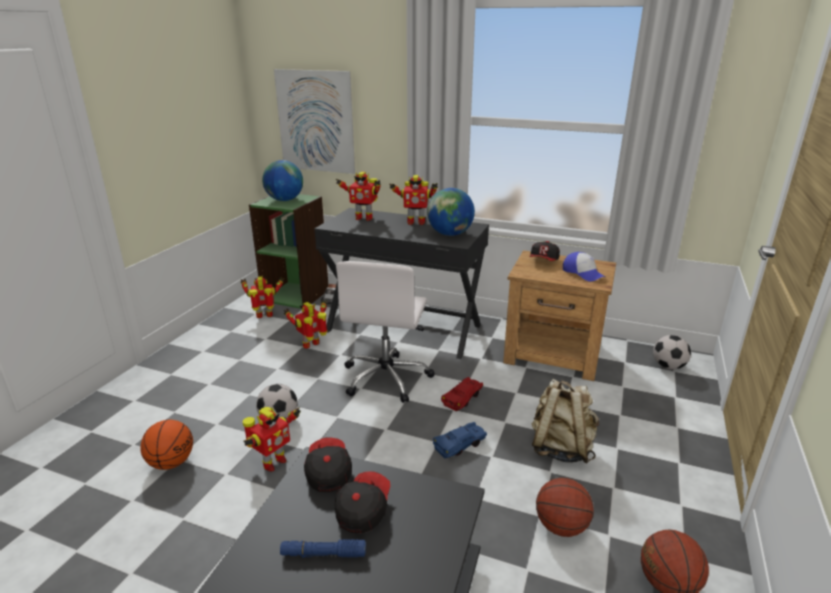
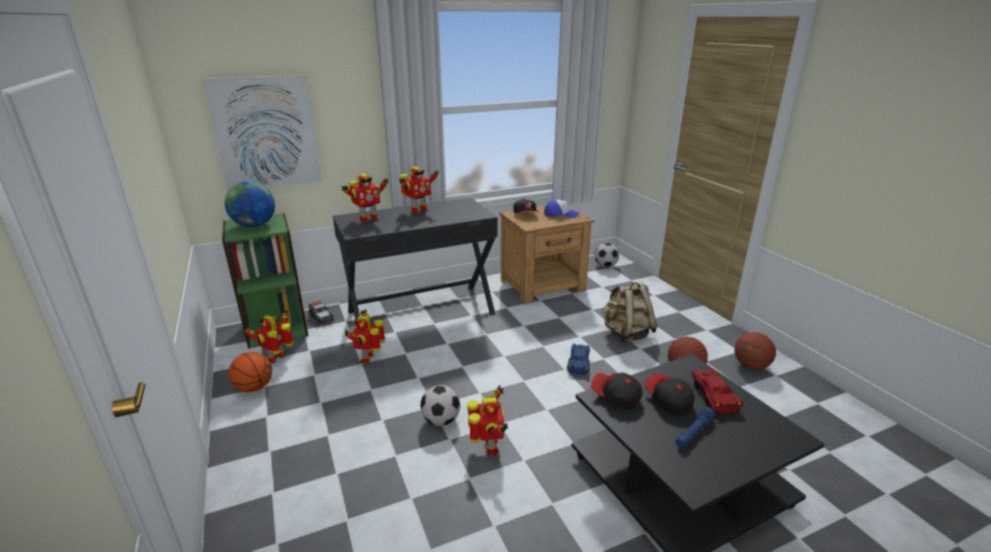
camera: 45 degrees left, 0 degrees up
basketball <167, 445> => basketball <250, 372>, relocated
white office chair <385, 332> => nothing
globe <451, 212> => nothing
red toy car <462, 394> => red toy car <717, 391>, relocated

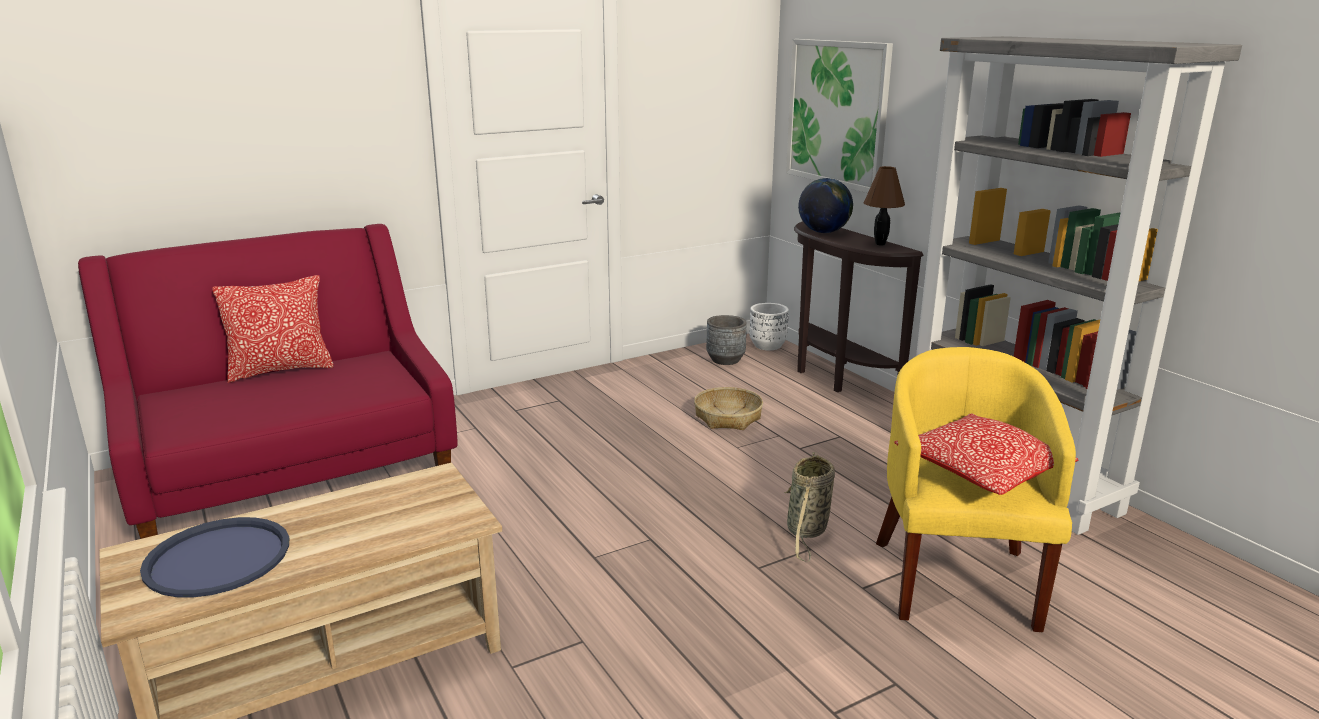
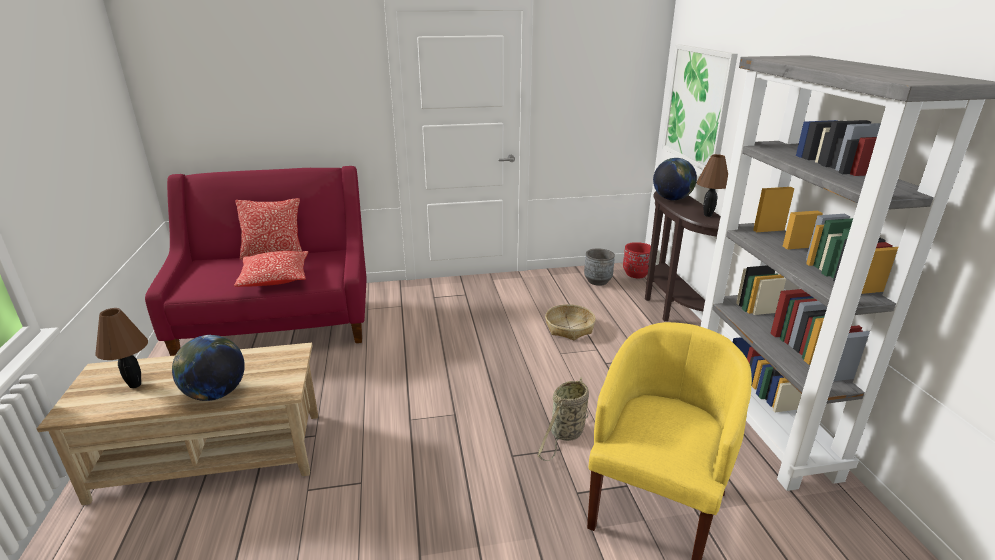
camera: 20 degrees right, 5 degrees up
blue tray <214, 557> => brown table lamp <121, 348>
white planter <769, 326> => red planter <637, 260>
pillow <986, 454> => pillow <271, 269>, relocated
nothing => globe <208, 368>

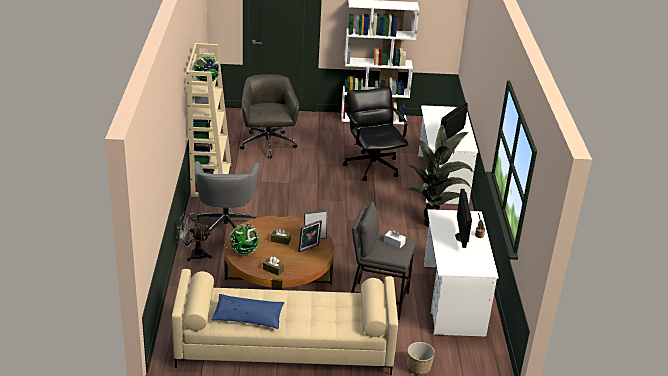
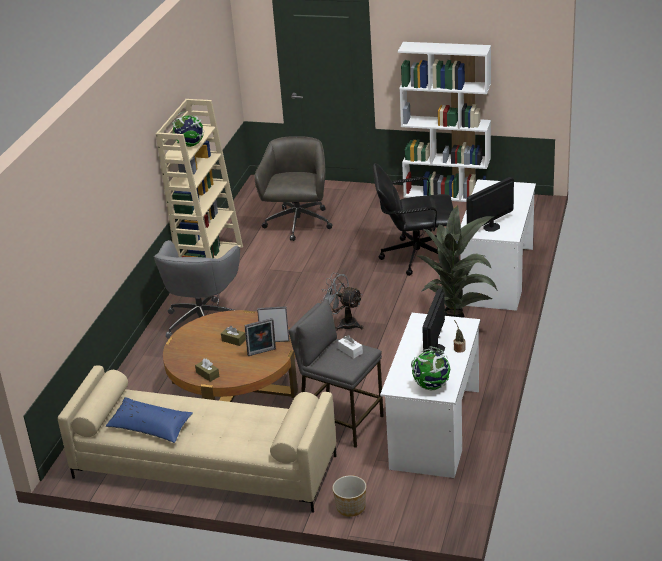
camera: 20 degrees right, 0 degrees up
grey fan <194, 236> => grey fan <341, 302>, relocated
globe <244, 239> => globe <430, 368>, relocated
black office chair <375, 134> => black office chair <413, 219>, 90 degrees counterclockwise

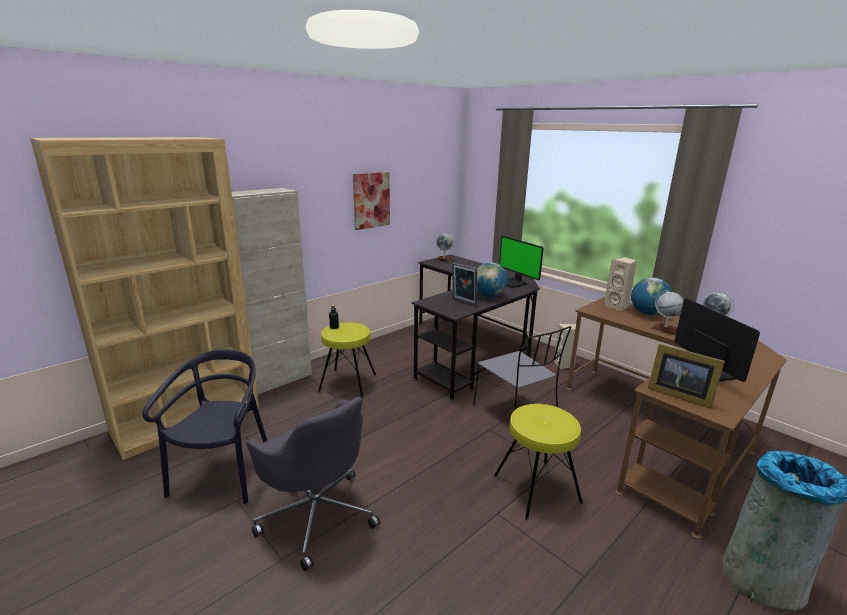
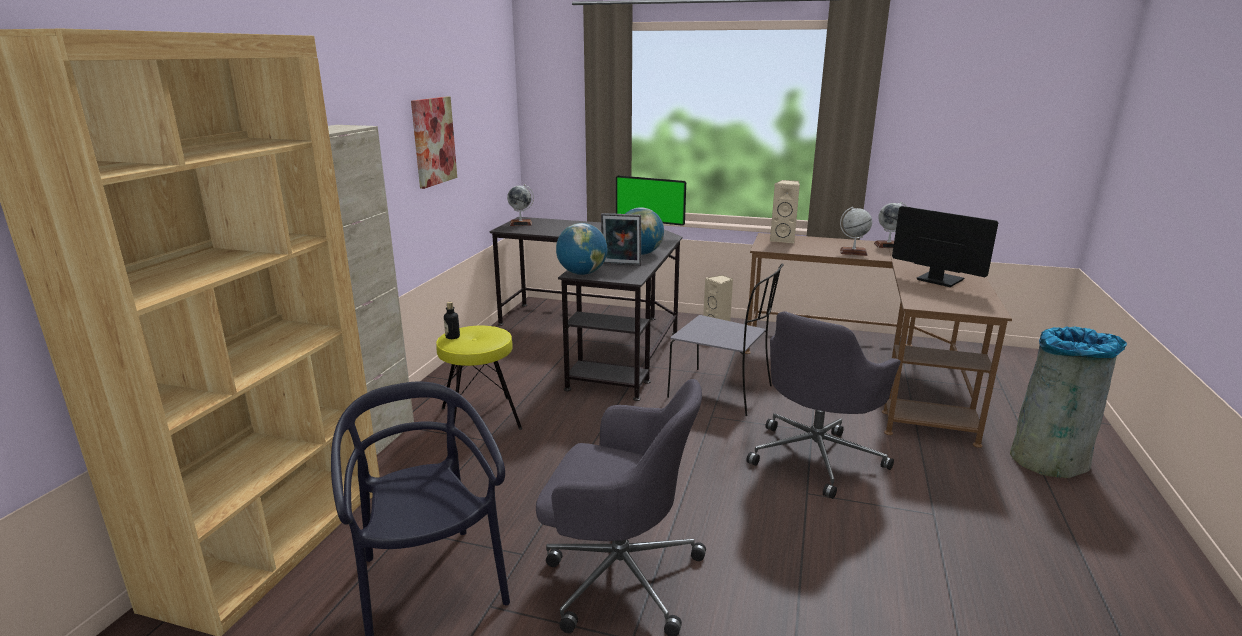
camera: 30 degrees left, 0 degrees up
yellow stool <538, 462> => grey office chair <823, 405>
globe <652, 296> => globe <582, 249>, relocated
picture frame <686, 376> => nothing

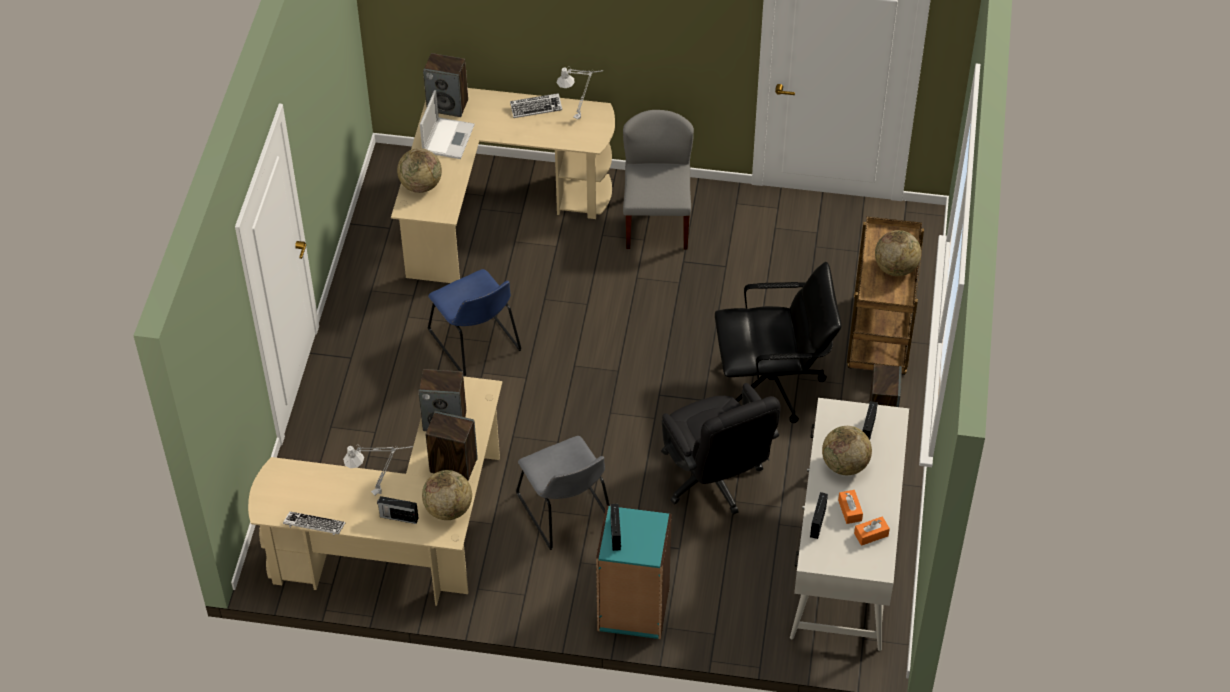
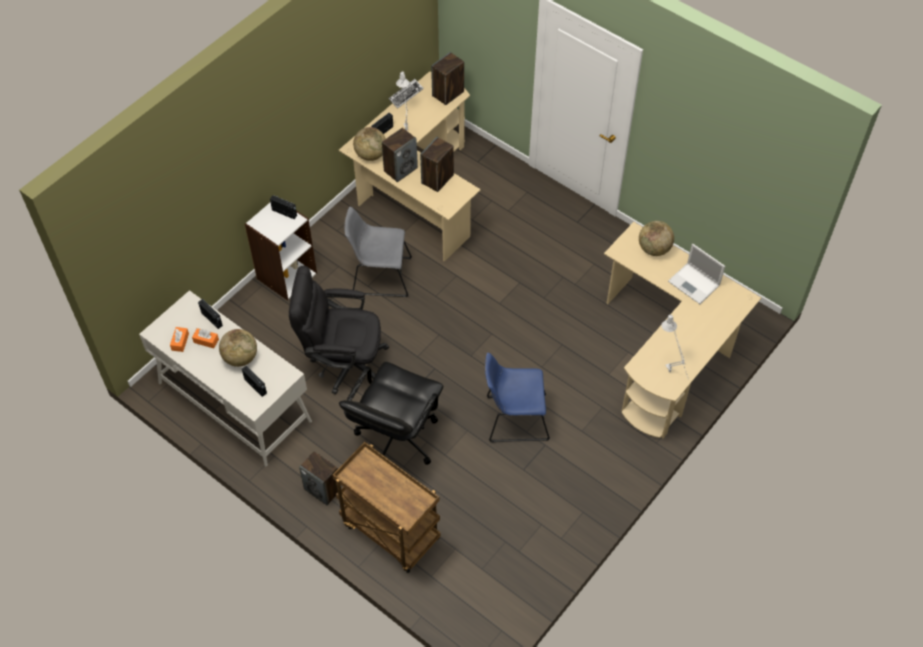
camera: 120 degrees right, 5 degrees up
speaker <445, 85> => speaker <447, 78>, relocated
blue chair <475, 323> => blue chair <517, 397>, relocated
keyboard <536, 105> => nothing
turquoise bookcase <634, 572> => white bookcase <281, 251>
grey chair <658, 180> => nothing
globe <898, 253> => nothing

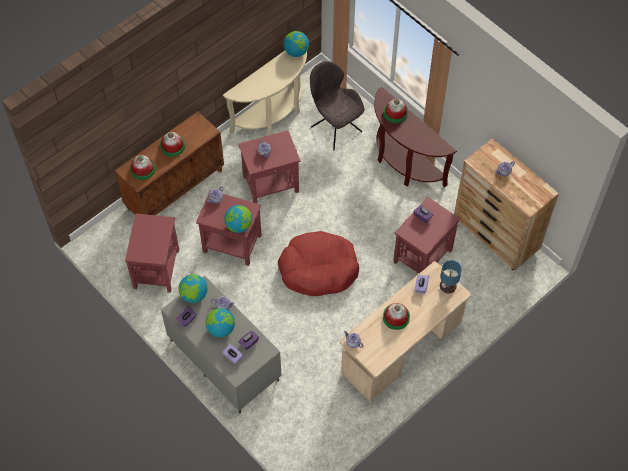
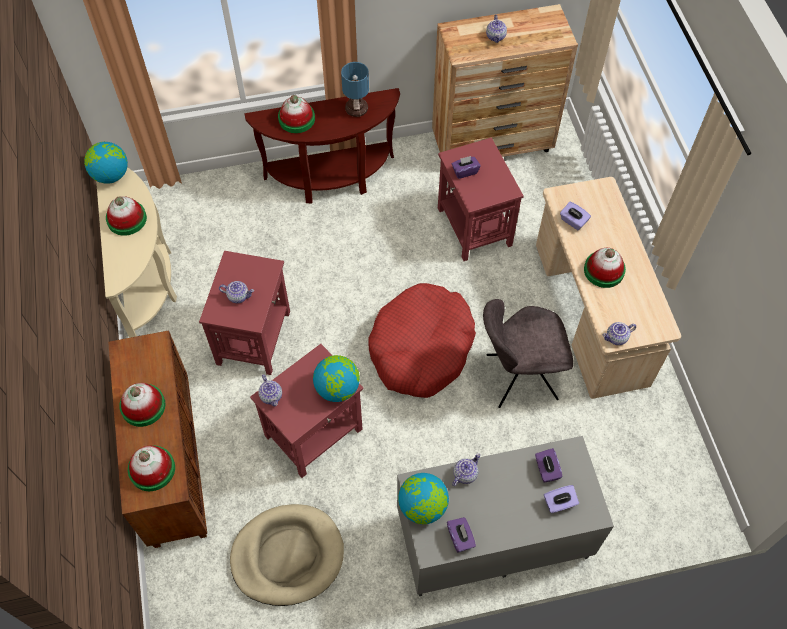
camera: 60 degrees left, 0 degrees up
red side table <152, 253> => beige dog bed <287, 555>
globe <220, 322> => nothing
grey chair <337, 106> => grey chair <528, 353>, relocated
table lamp <451, 277> => table lamp <355, 89>, relocated
nothing => hat <126, 216>

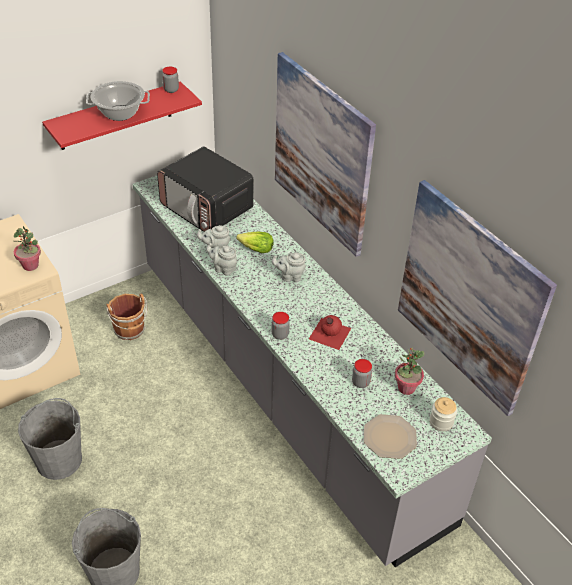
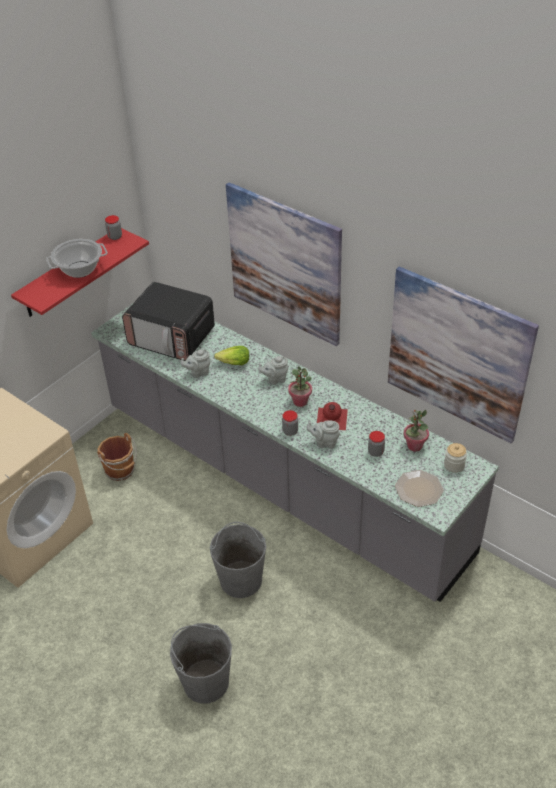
camera: 15 degrees left, 0 degrees up
potted plant <27, 248> => potted plant <300, 386>, relocated
grey bucket <50, 439> => grey bucket <238, 560>, relocated
grey teapot <221, 259> => grey teapot <323, 434>, relocated

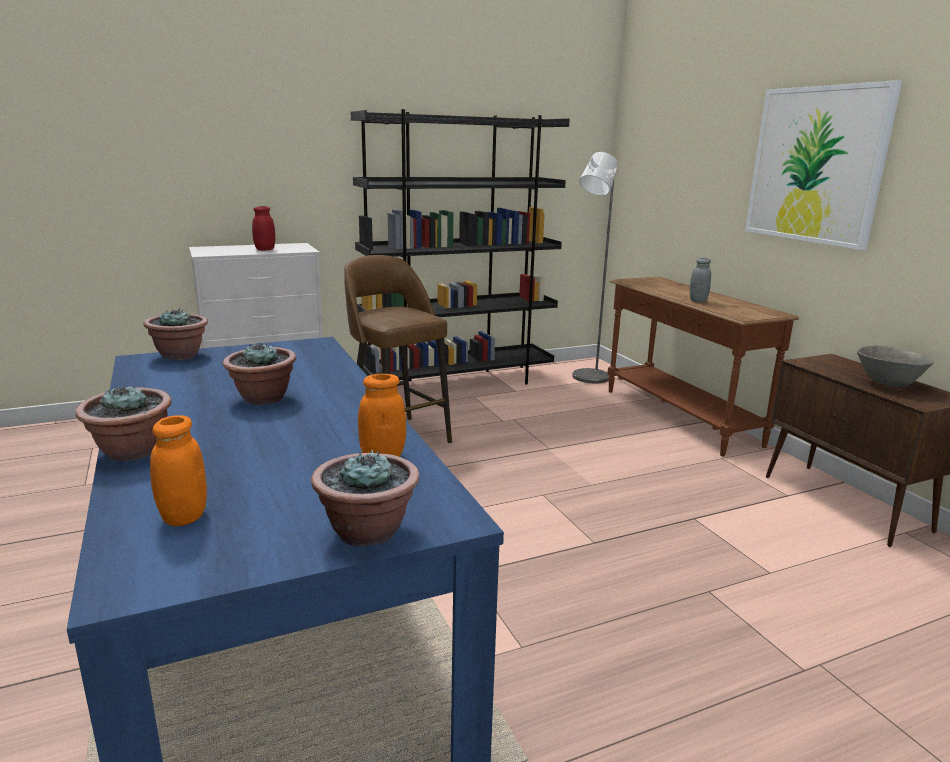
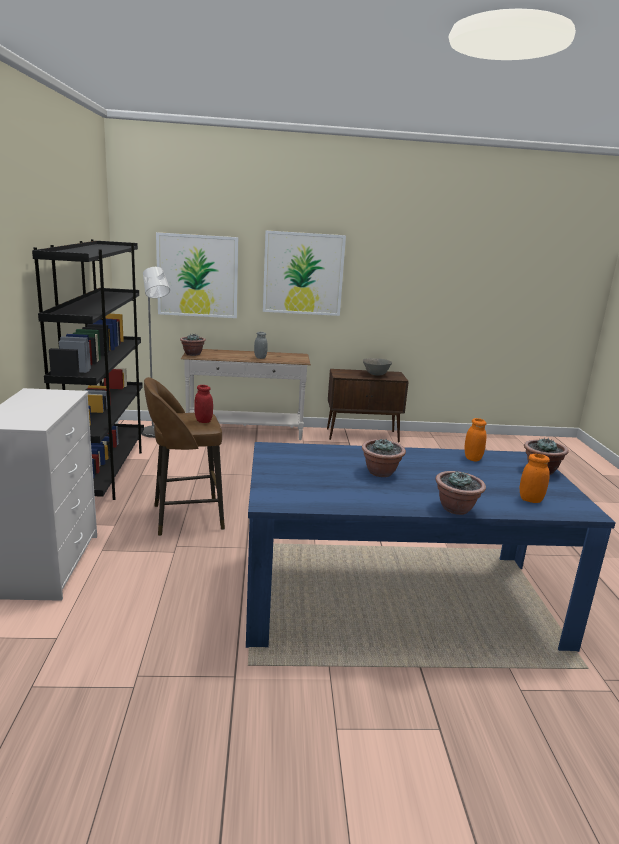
camera: 70 degrees left, 0 degrees up
potted plant <175, 334> => potted plant <193, 345>, relocated
red jar <263, 228> => red jar <203, 404>, relocated
brown console table <703, 367> => white console table <246, 394>
nothing => picture <197, 275>

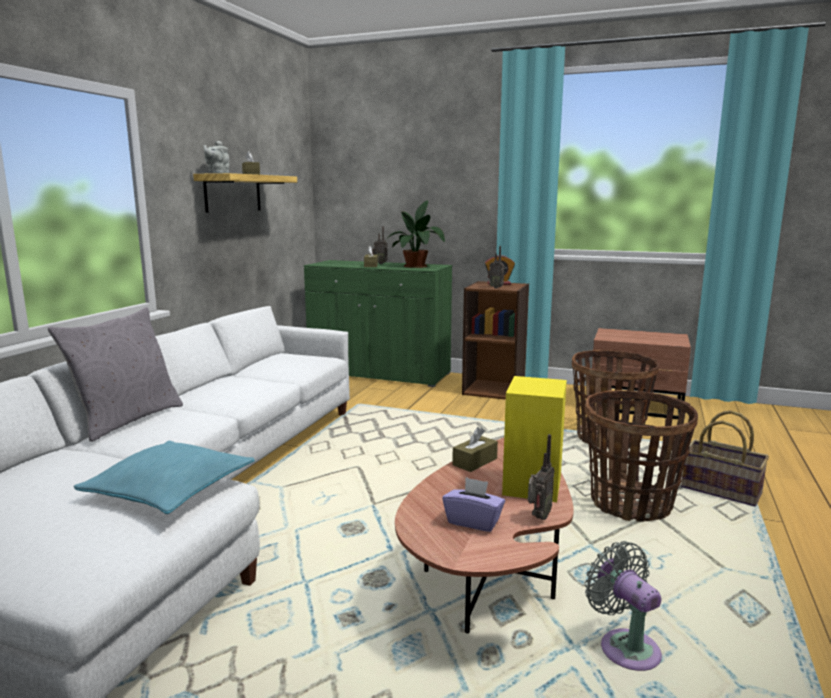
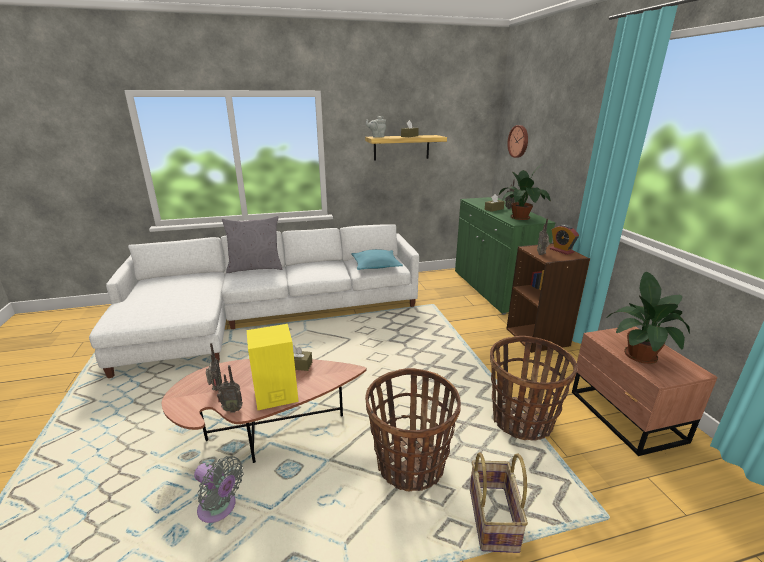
camera: 55 degrees right, 10 degrees up
turquoise pillow <164, 477> => turquoise pillow <377, 259>, relocated
purple tissue box <473, 504> => radio <214, 367>
grey fan <623, 606> => grey fan <218, 489>, 90 degrees clockwise
nothing => wall clock <517, 141>
nothing => potted plant <648, 318>

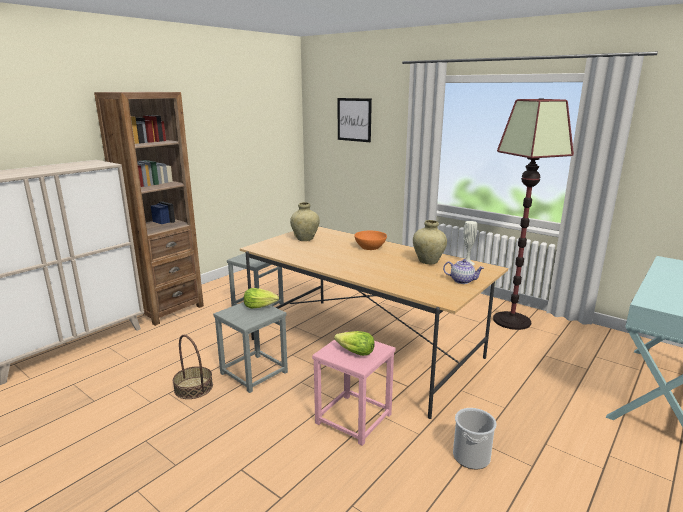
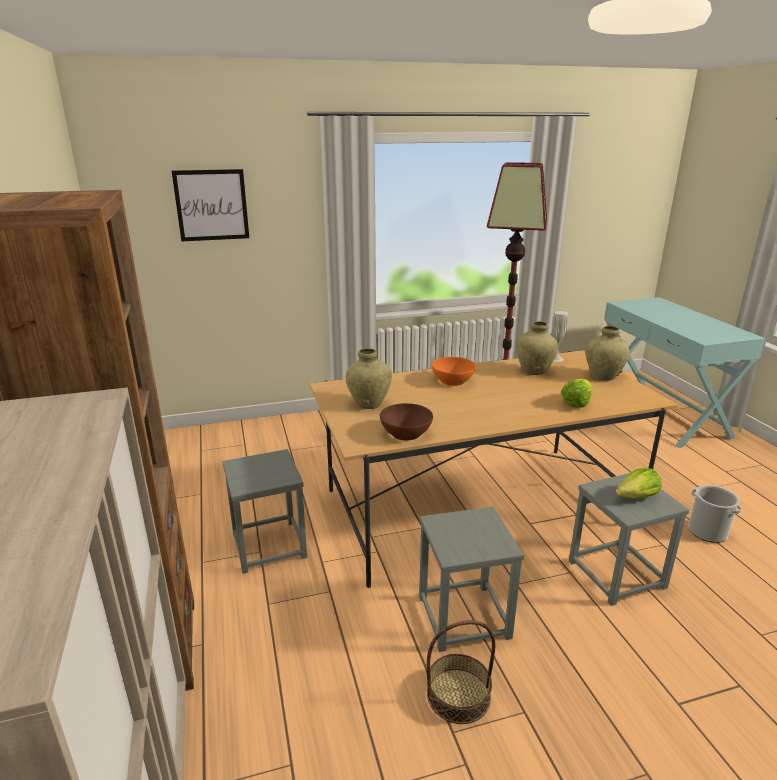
camera: 55 degrees left, 5 degrees up
lettuce <261, 298> => lettuce <576, 393>, relocated
pink stool <354, 388> => grey stool <629, 539>
teapot <463, 271> => beige vase <608, 353>
nothing => brown bowl <406, 421>

